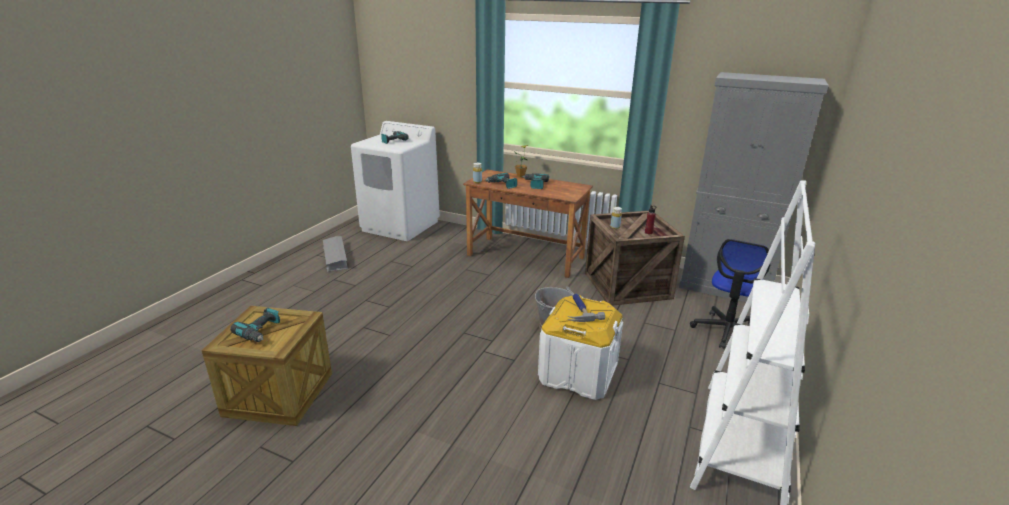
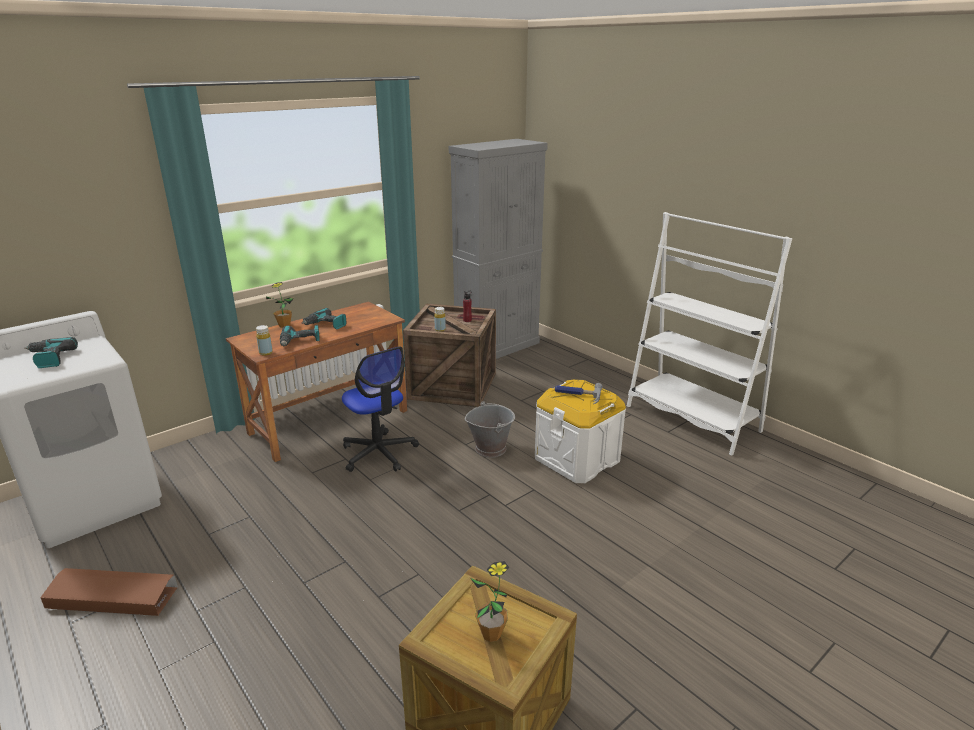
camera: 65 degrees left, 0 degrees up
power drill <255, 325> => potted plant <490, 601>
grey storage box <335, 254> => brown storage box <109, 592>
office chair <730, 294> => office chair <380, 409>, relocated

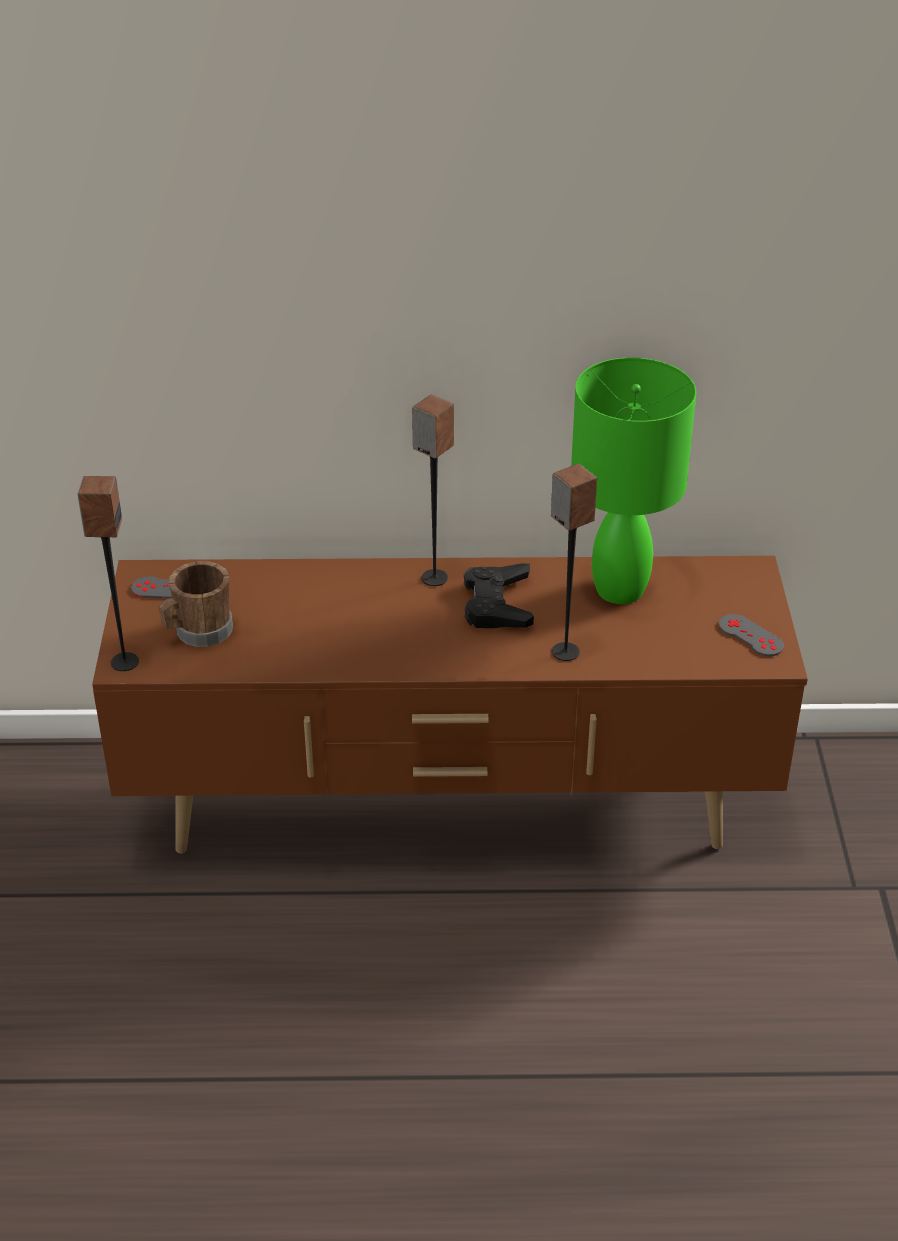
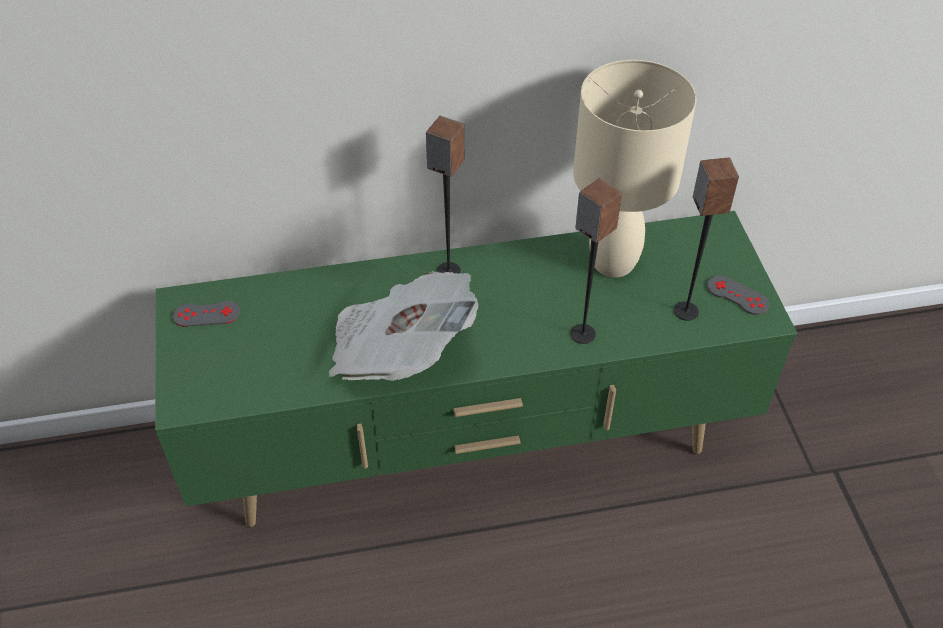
camera: 10 degrees left, 10 degrees up
speaker <108, 573> => speaker <706, 239>, relocated
brown tv stand <450, 705> => green tv stand <476, 369>
brown mug <195, 604> => nothing
black game controller <499, 595> => nothing
green table lamp <633, 480> => beige table lamp <635, 168>
nothing => newspaper <403, 326>

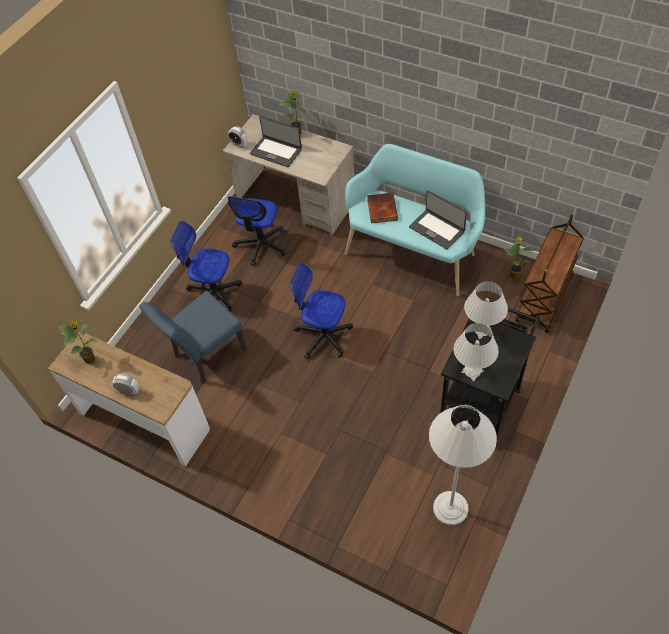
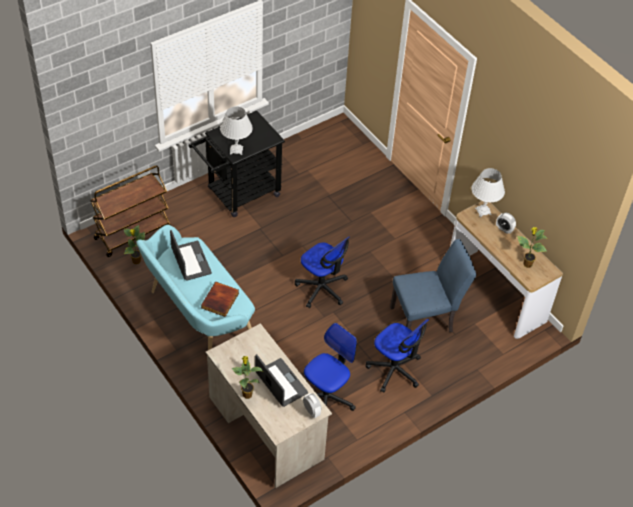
camera: 160 degrees left, 5 degrees down
white floor lamp <463, 465> => nothing
white table lamp <476, 352> => white table lamp <488, 192>, relocated

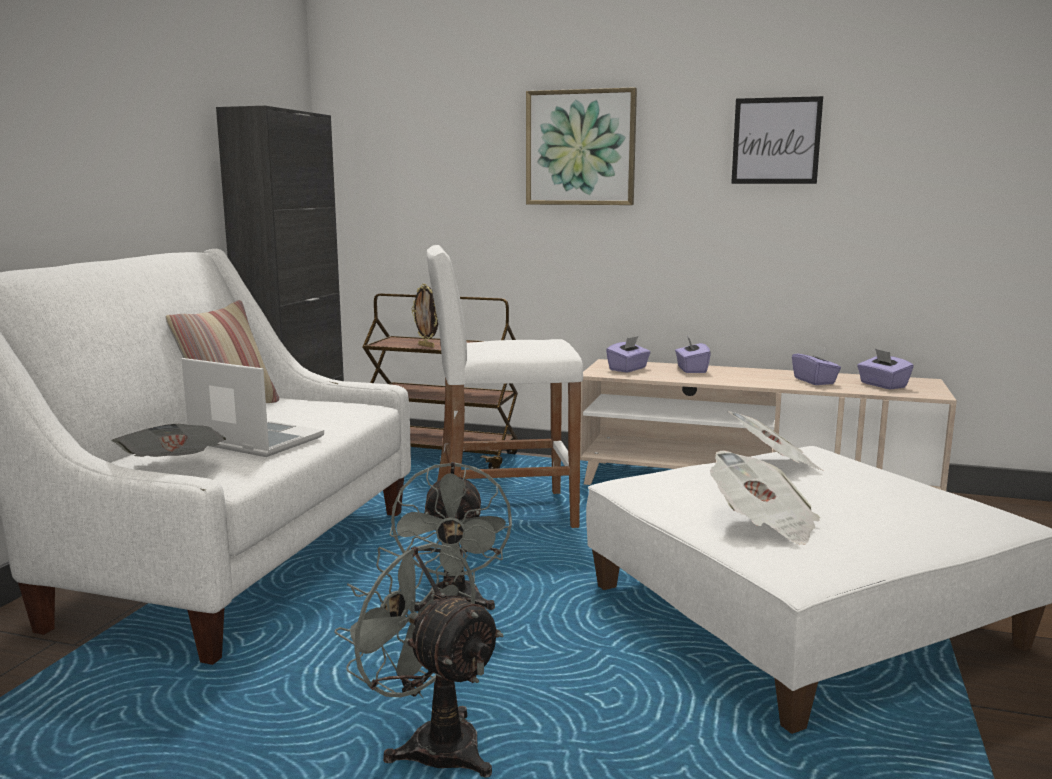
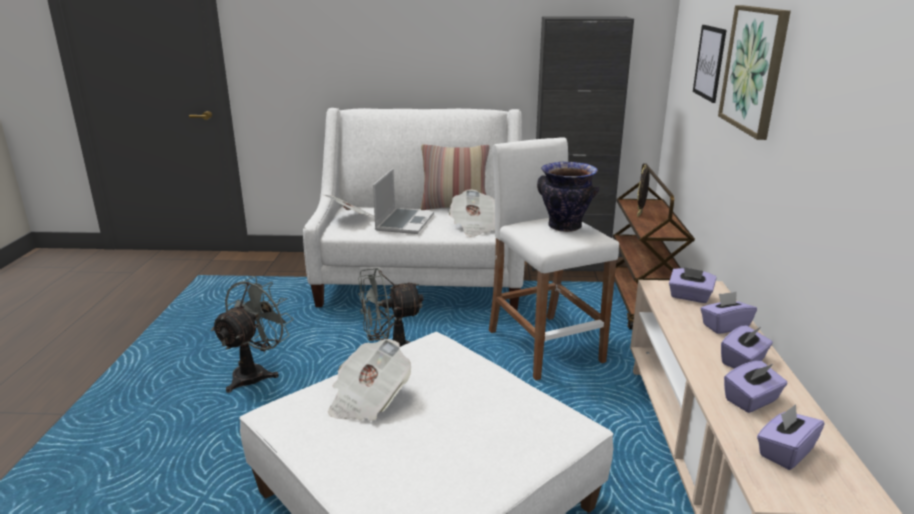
camera: 75 degrees right, 10 degrees up
newspaper <776, 441> => newspaper <472, 213>, relocated
picture <777, 140> => picture <709, 64>, relocated
nothing => vase <568, 196>
nothing => purple tissue box <747, 347>

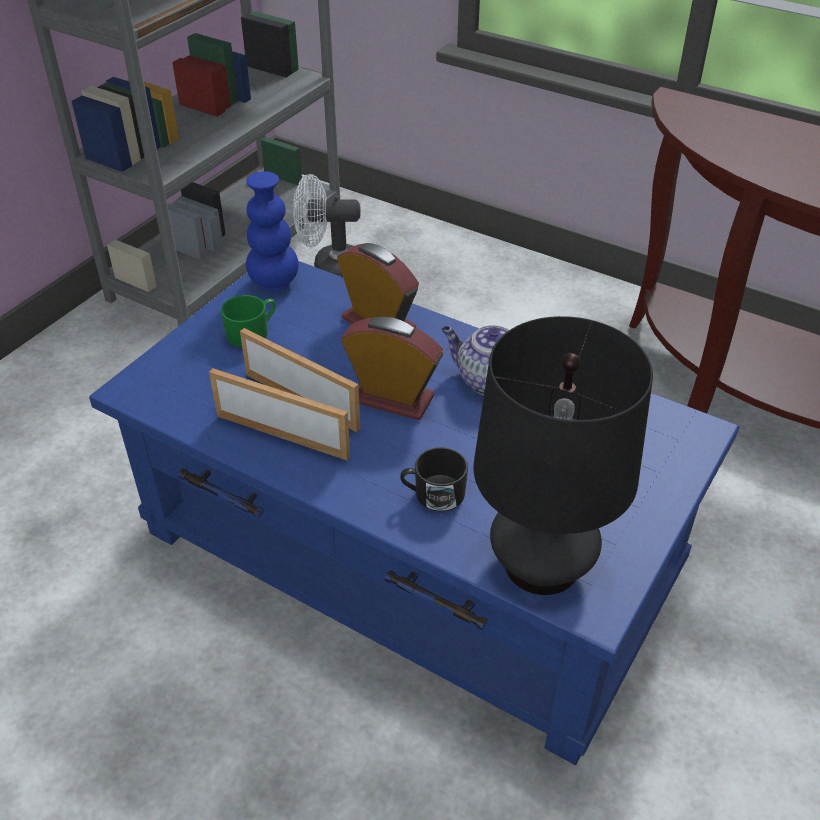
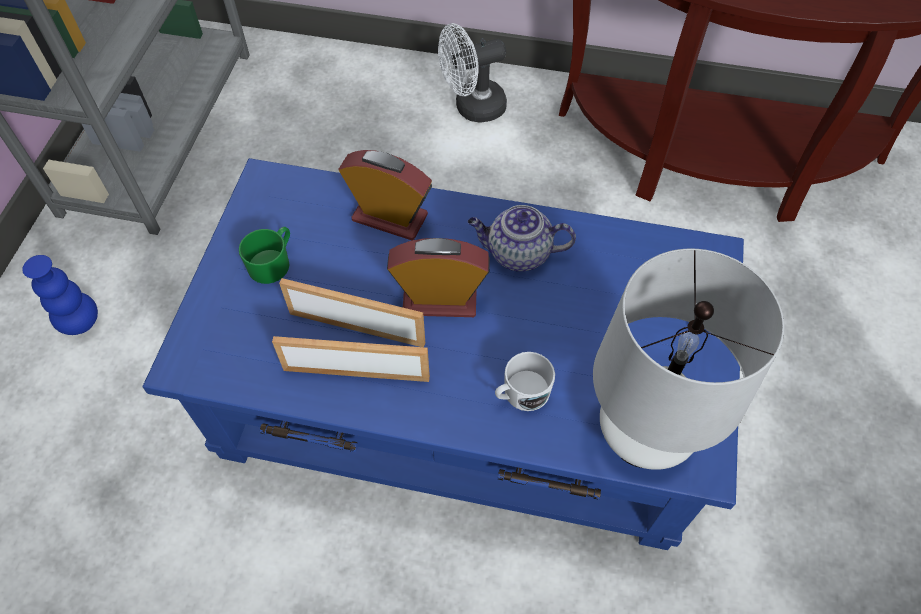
camera: 20 degrees left, 15 degrees up
blue vase <272, 231> => blue vase <60, 295>, relocated
white fan <326, 225> => white fan <472, 73>, relocated
black mug <434, 479> => white mug <525, 381>
black table lamp <563, 455> => white table lamp <688, 359>

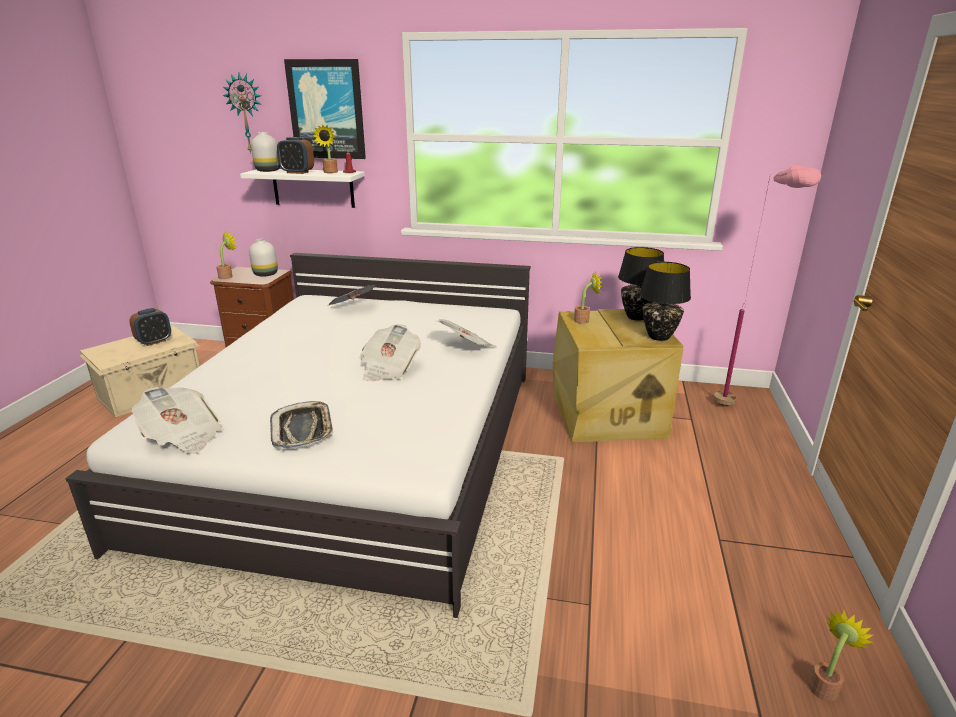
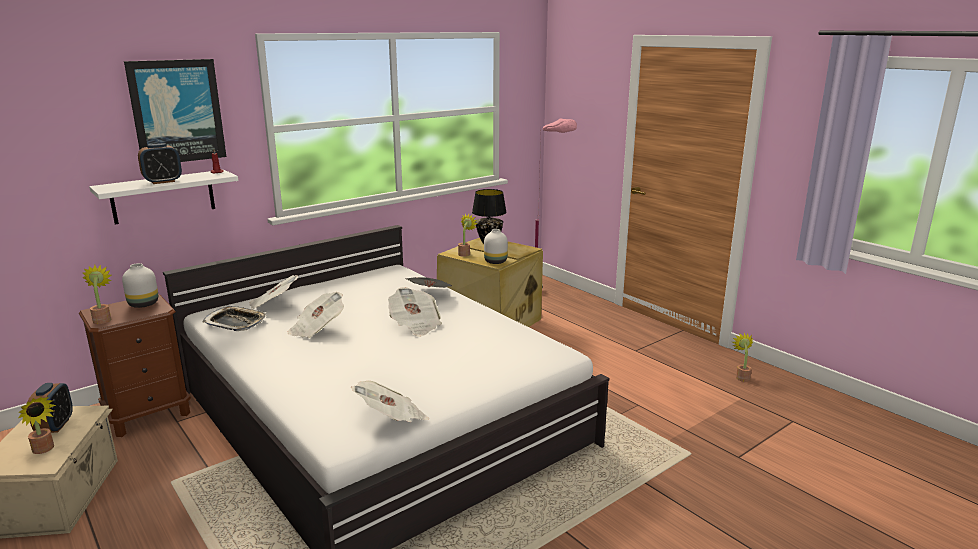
camera: 50 degrees left, 5 degrees down
wall clock <242, 112> => nothing
white vase <265, 152> => white vase <496, 246>, relocated
tray <302, 425> => tray <234, 318>, relocated
potted plant <325, 148> => potted plant <37, 425>, relocated
black table lamp <665, 301> => nothing
nothing => newspaper <316, 315>

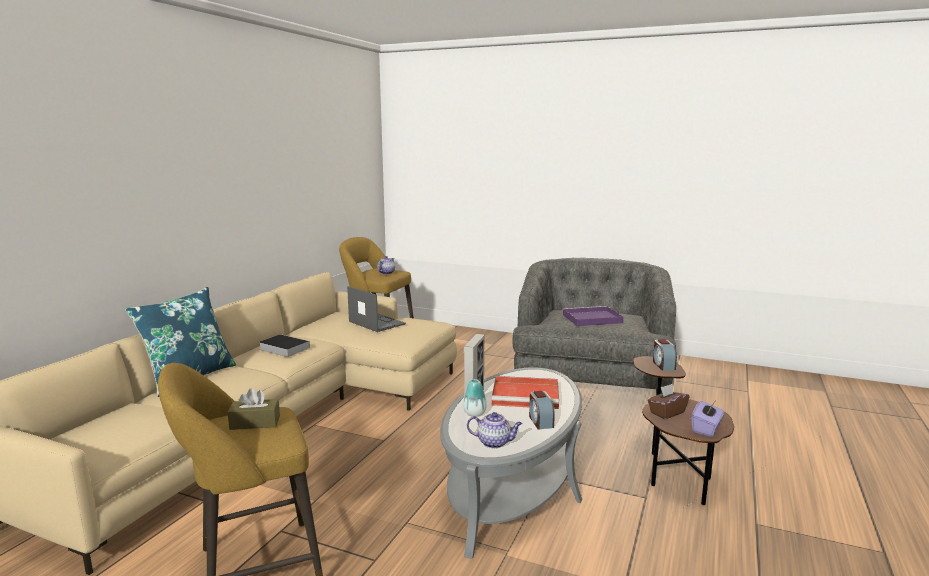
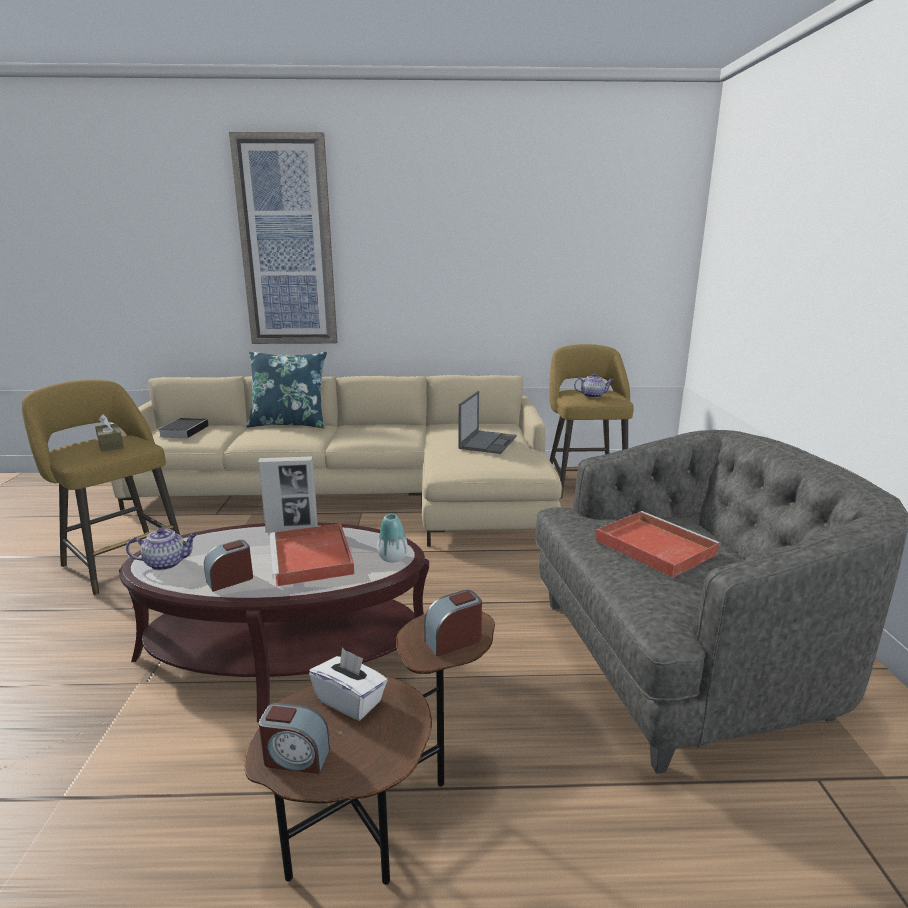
camera: 65 degrees right, 5 degrees up
book <284, 345> => book <183, 428>, relocated
grey coffee table <511, 463> => brown coffee table <274, 622>
vase <475, 398> => vase <392, 538>, relocated
teapot <494, 430> => teapot <162, 549>, 90 degrees counterclockwise
purple tray <593, 316> => red tray <657, 544>
brown tissue box <668, 401> => white tissue box <348, 684>
purple tissue box <708, 419> => alarm clock <294, 738>
nothing => picture <283, 238>

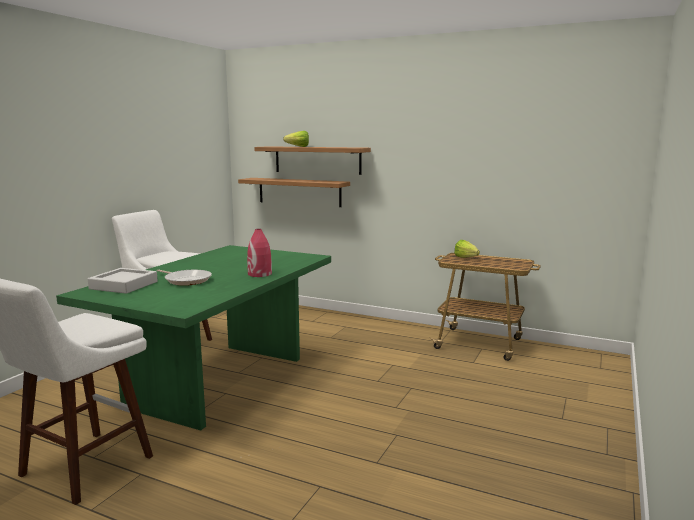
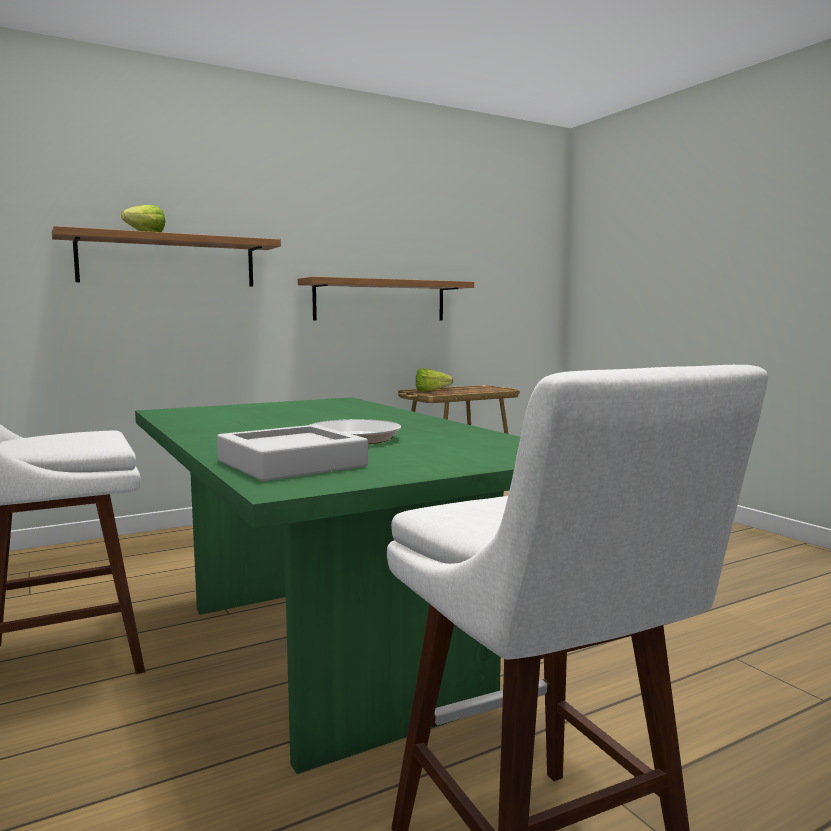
camera: 55 degrees left, 5 degrees down
shelf <294, 192> => shelf <386, 299>, relocated
red vase <259, 253> => nothing

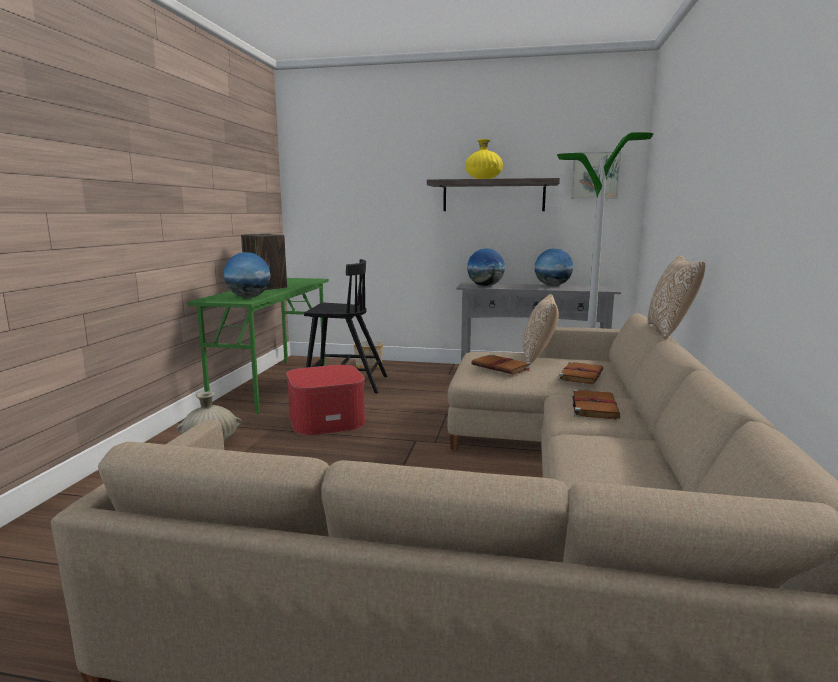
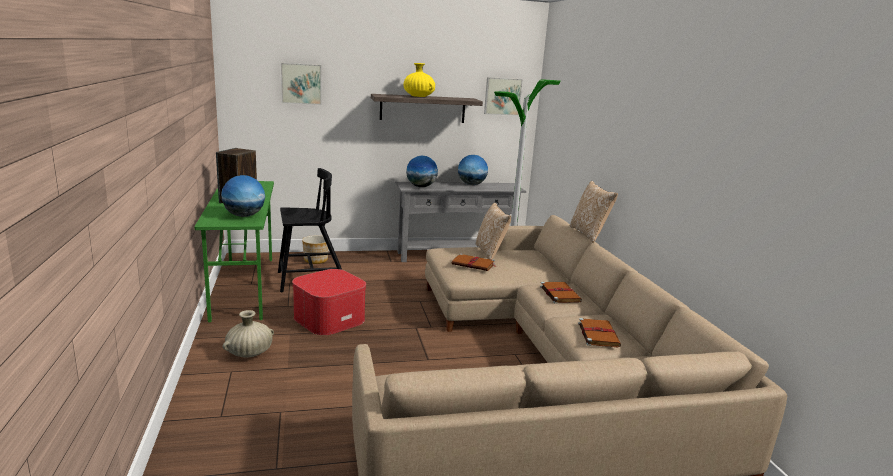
camera: 25 degrees left, 5 degrees up
brown book <580, 372> => brown book <599, 332>, relocated
nothing => picture <301, 84>

